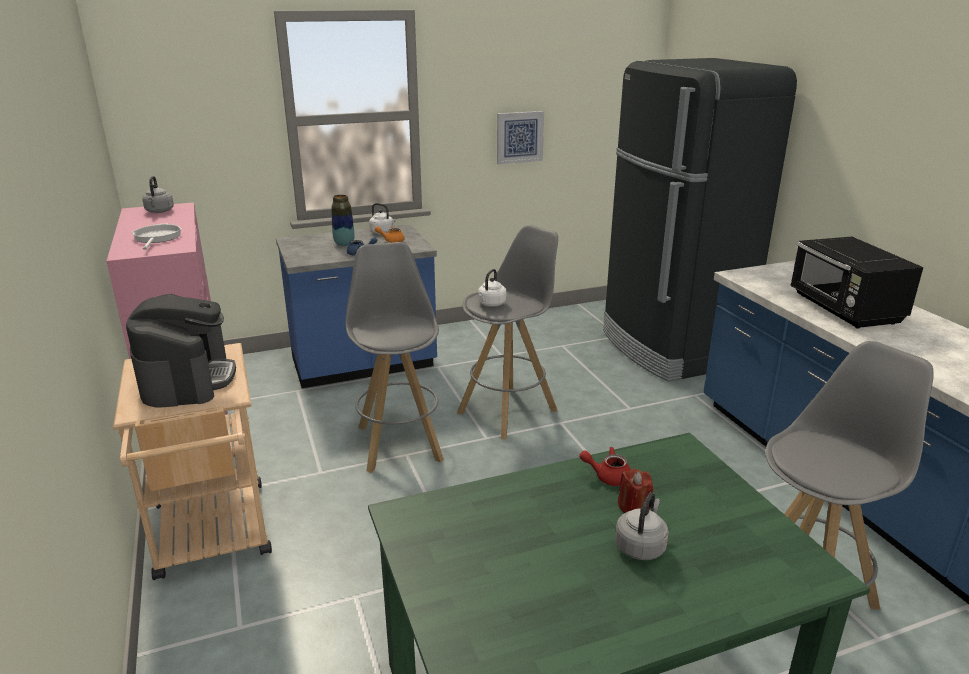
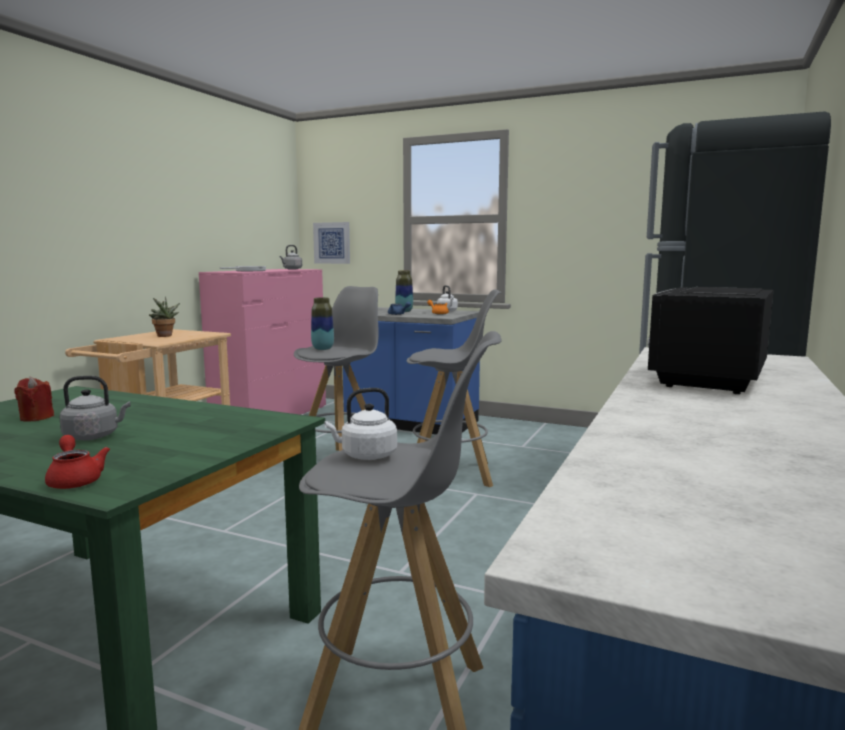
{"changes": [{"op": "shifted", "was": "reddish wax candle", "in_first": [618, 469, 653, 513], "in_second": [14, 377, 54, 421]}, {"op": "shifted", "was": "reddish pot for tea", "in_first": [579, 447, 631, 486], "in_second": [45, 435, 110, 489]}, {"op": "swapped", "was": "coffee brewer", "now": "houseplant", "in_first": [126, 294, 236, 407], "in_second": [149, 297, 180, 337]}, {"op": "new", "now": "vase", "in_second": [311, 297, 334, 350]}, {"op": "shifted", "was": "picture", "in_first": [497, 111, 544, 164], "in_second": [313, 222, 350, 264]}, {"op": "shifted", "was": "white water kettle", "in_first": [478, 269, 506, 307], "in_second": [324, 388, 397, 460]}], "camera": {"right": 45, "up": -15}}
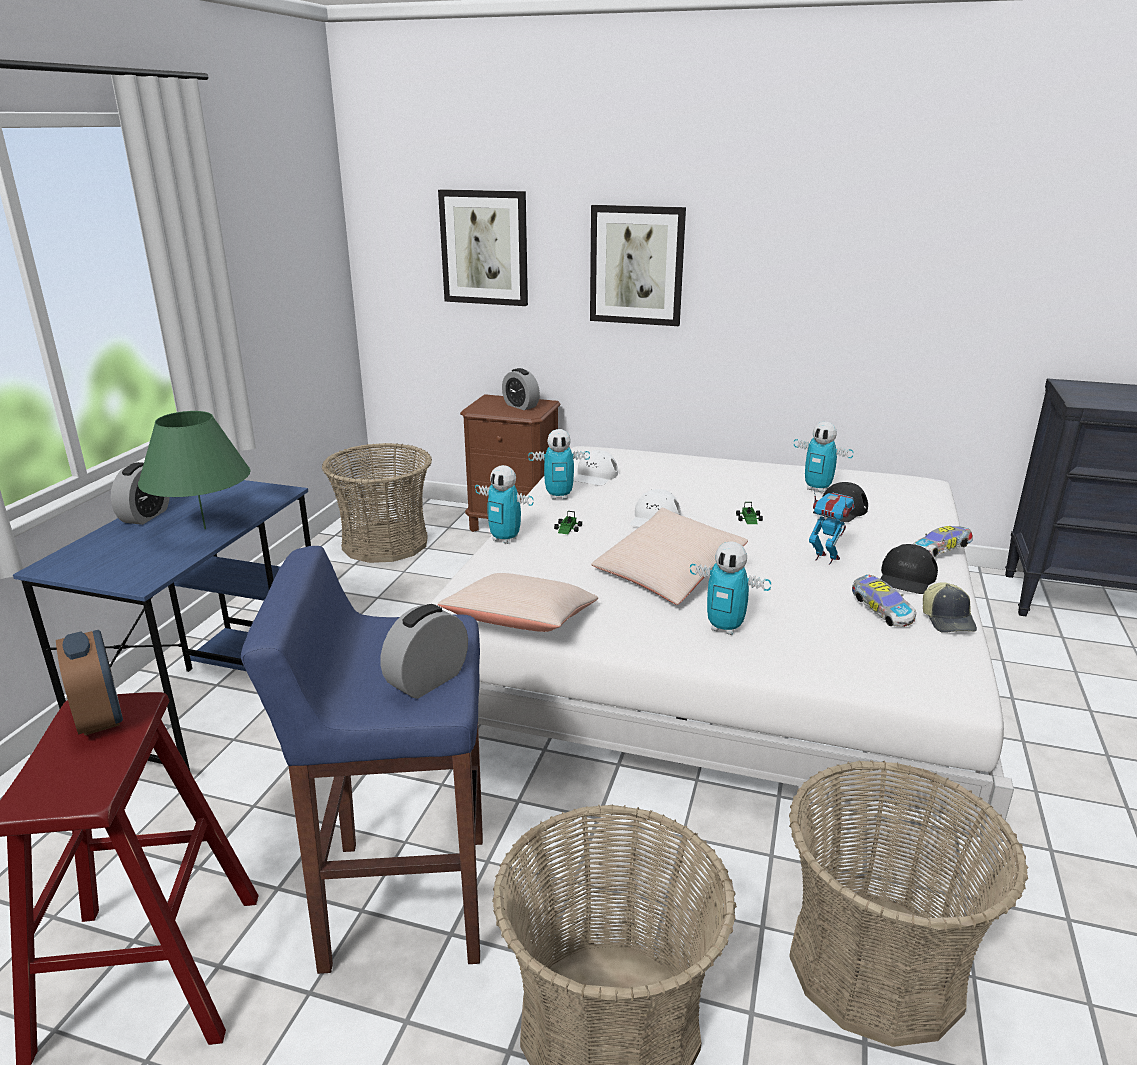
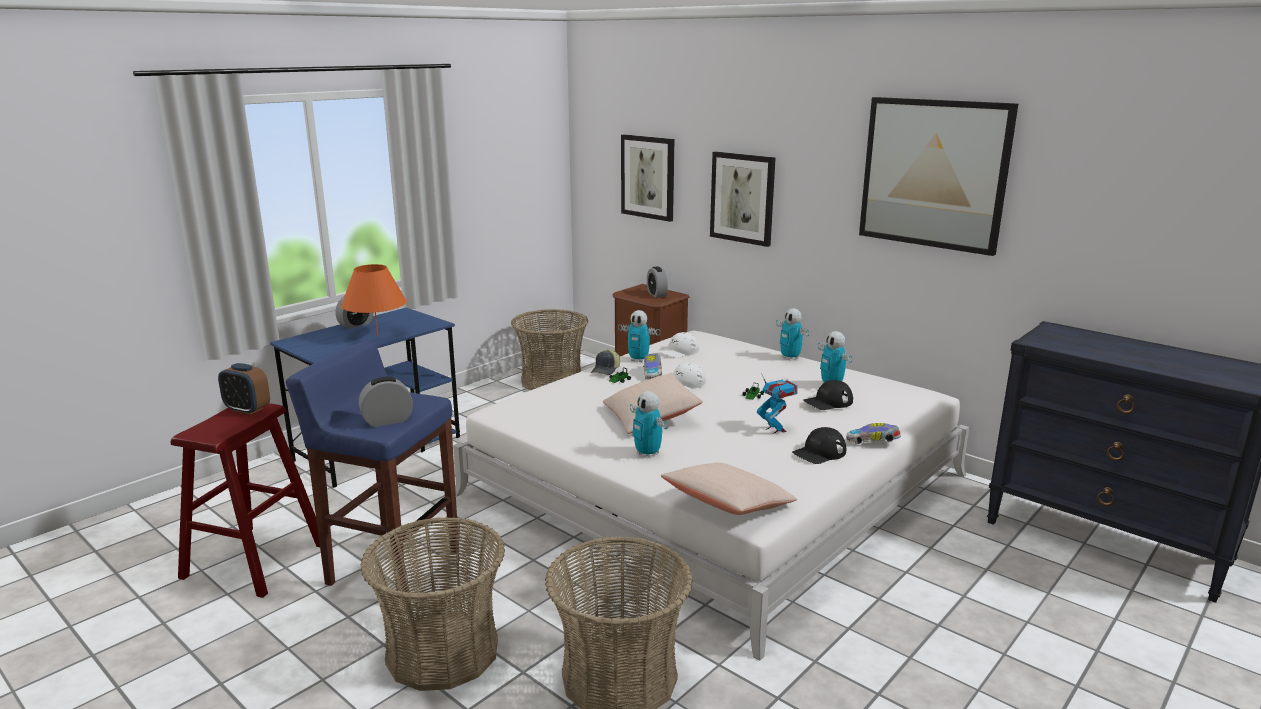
{"changes": [{"op": "rotated", "was": "bedside clock", "in_first": [56, 630, 123, 735], "in_second": [218, 363, 270, 415], "clockwise": 120}, {"op": "repainted", "was": "green lamp for a table", "now": "orangey lamp for a table", "in_first": [138, 411, 251, 529], "in_second": [341, 264, 407, 336]}, {"op": "shifted", "was": "cap", "in_first": [923, 582, 977, 633], "in_second": [591, 349, 620, 375]}, {"op": "shifted", "was": "toy car", "in_first": [852, 575, 916, 627], "in_second": [643, 353, 662, 380]}, {"op": "shifted", "was": "beige-coloured cushion", "in_first": [438, 573, 598, 632], "in_second": [661, 463, 797, 515]}, {"op": "shifted", "was": "model robot", "in_first": [475, 465, 534, 544], "in_second": [776, 308, 810, 361]}, {"op": "new", "now": "picture", "in_second": [859, 97, 1018, 256]}], "camera": {"right": 25, "up": -5}}
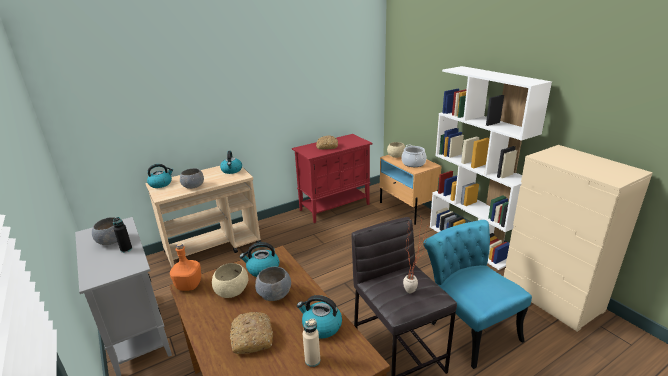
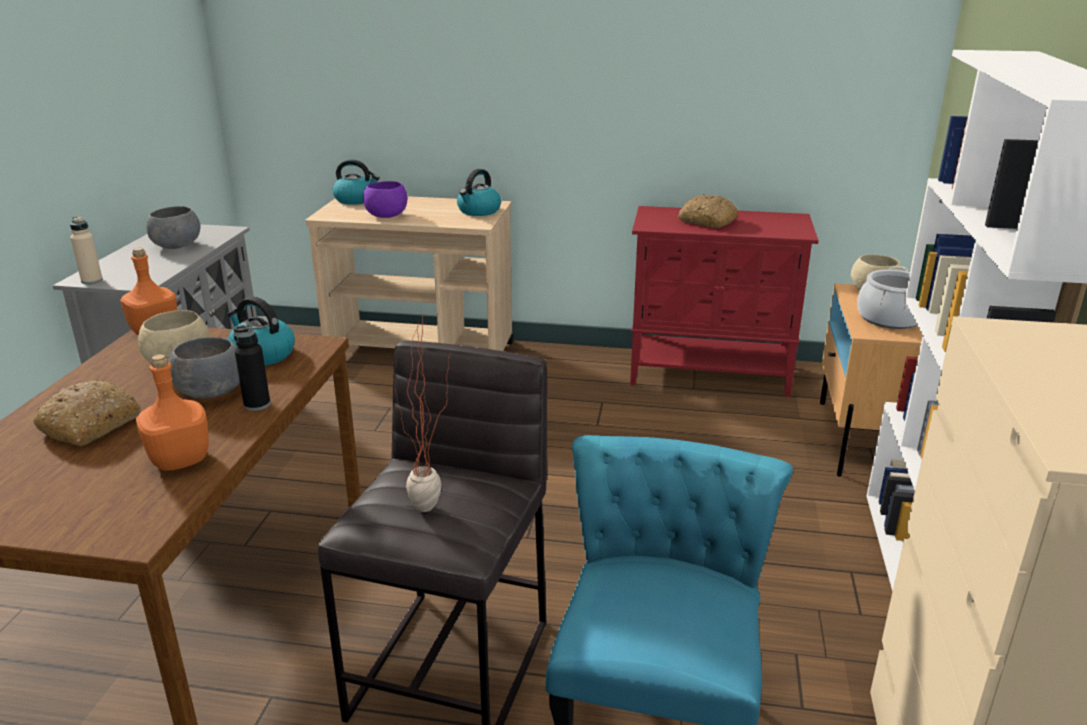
{"changes": [{"op": "shifted", "was": "beige-coloured beverage bottle", "in_first": [303, 319, 320, 367], "in_second": [70, 217, 103, 285]}, {"op": "swapped", "was": "water kettle", "now": "orangey beverage bottle", "in_first": [297, 295, 342, 339], "in_second": [136, 354, 209, 471]}, {"op": "shifted", "was": "blackish beverage bottle", "in_first": [113, 217, 132, 253], "in_second": [233, 324, 270, 411]}, {"op": "repainted", "was": "grey deep dish", "now": "purple-coloured deep dish", "in_first": [180, 168, 204, 189], "in_second": [363, 181, 407, 218]}], "camera": {"right": 40, "up": 0}}
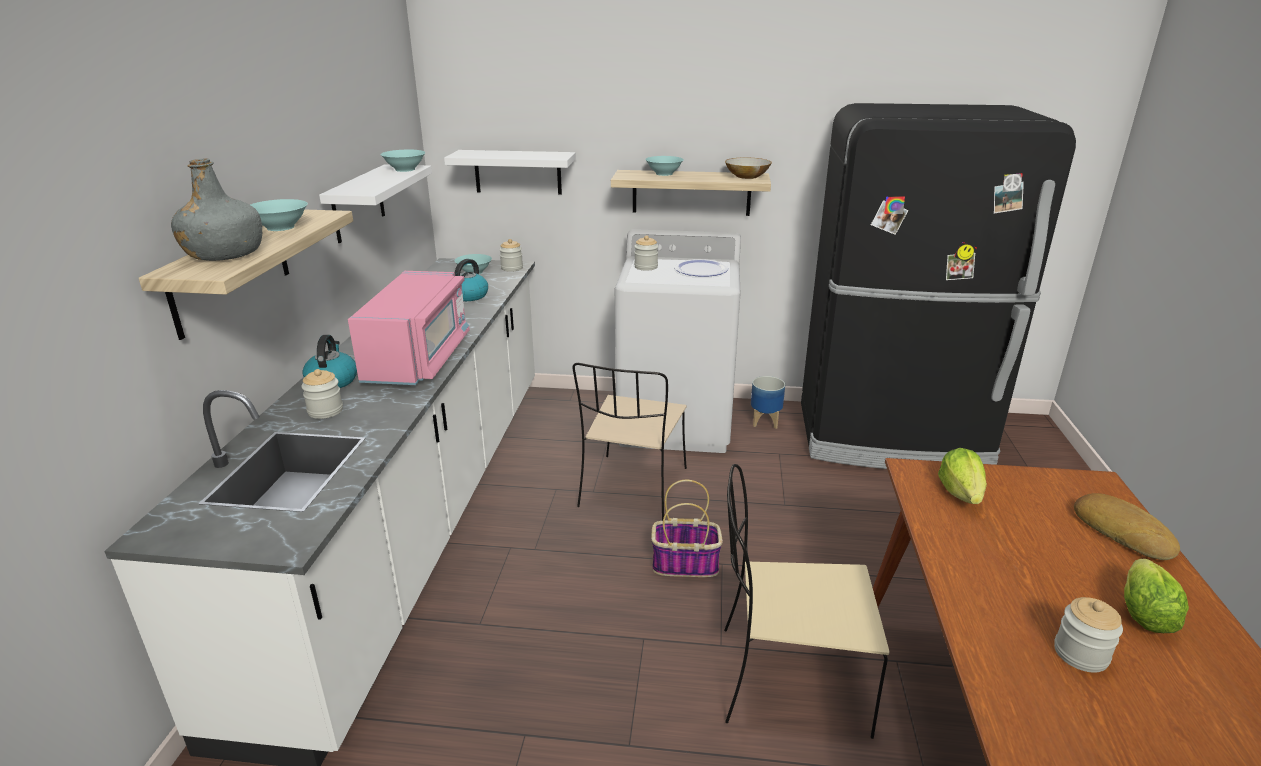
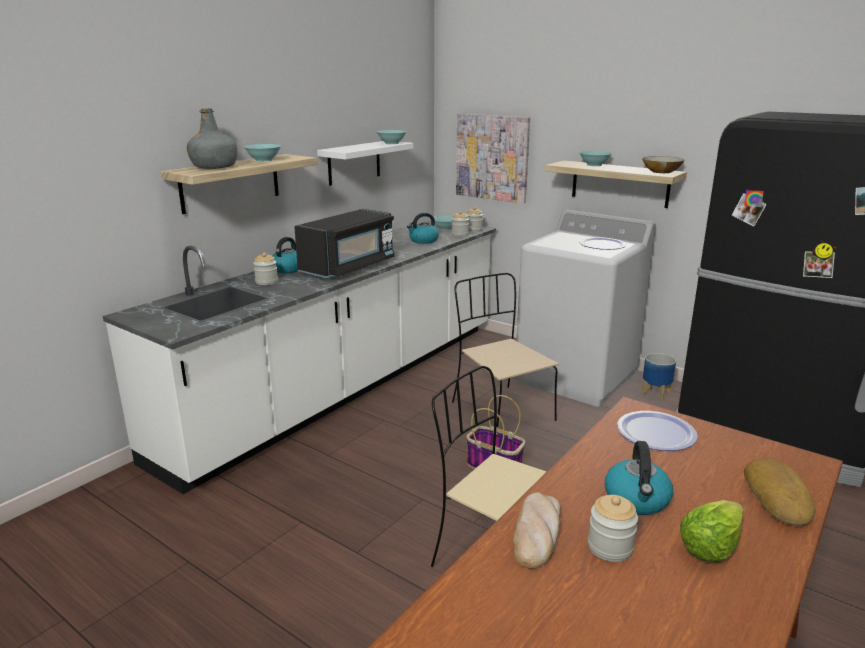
{"changes": [{"op": "repainted", "was": "pink-coloured microwave oven", "now": "blackish microwave oven", "in_first": [348, 271, 470, 385], "in_second": [294, 209, 395, 278]}, {"op": "shifted", "was": "jar", "in_first": [634, 235, 658, 271], "in_second": [451, 211, 469, 237]}, {"op": "rotated", "was": "beige-coloured plain chair", "in_first": [572, 363, 687, 521], "in_second": [452, 273, 559, 428], "clockwise": 105}, {"op": "swapped", "was": "white shelf", "now": "picture", "in_first": [444, 150, 576, 195], "in_second": [456, 114, 530, 204]}, {"op": "new", "now": "bakery bread", "in_second": [513, 492, 561, 569]}, {"op": "new", "now": "water kettle", "in_second": [605, 441, 673, 515]}, {"op": "swapped", "was": "lettuce head", "now": "flat dish", "in_first": [938, 448, 987, 504], "in_second": [617, 411, 698, 451]}], "camera": {"right": 30, "up": -5}}
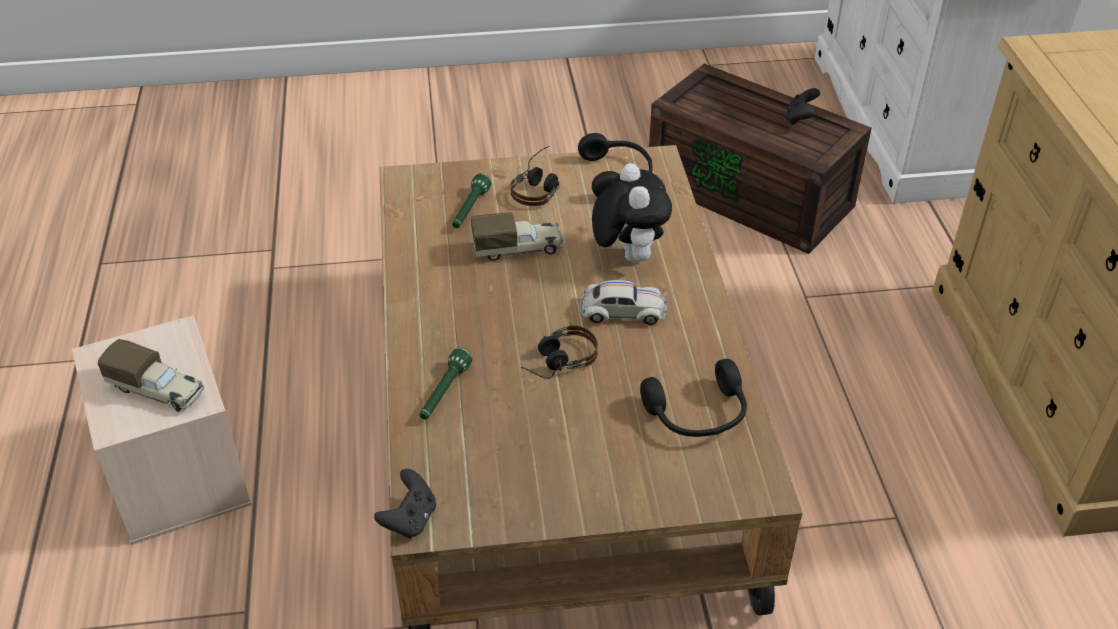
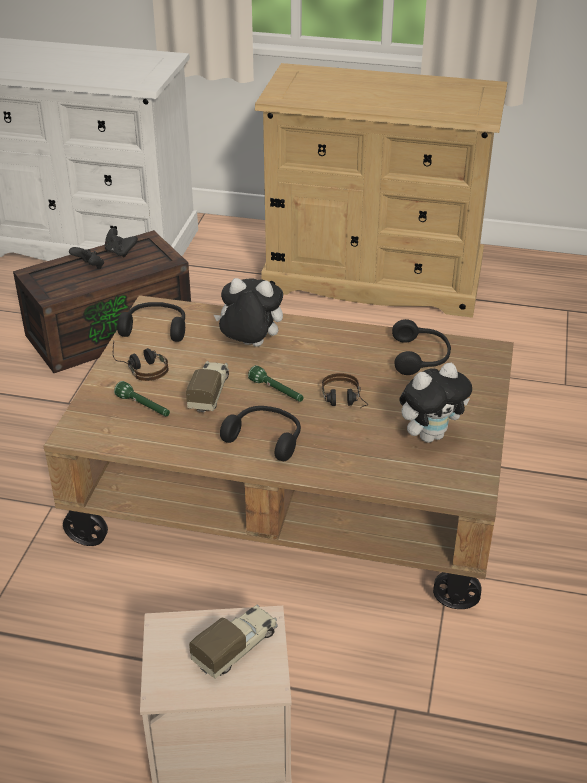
{"changes": [{"op": "shifted", "was": "blackish game controller", "in_first": [374, 469, 436, 538], "in_second": [69, 247, 104, 269]}, {"op": "new", "now": "blackish pair of headphones", "in_second": [220, 406, 301, 461]}, {"op": "shifted", "was": "green flashlight", "in_first": [420, 348, 473, 420], "in_second": [248, 365, 304, 402]}, {"op": "new", "now": "soft toy", "in_second": [399, 363, 472, 443]}, {"op": "gone", "was": "white toy car", "in_first": [579, 280, 667, 325]}], "camera": {"right": -70, "up": -5}}
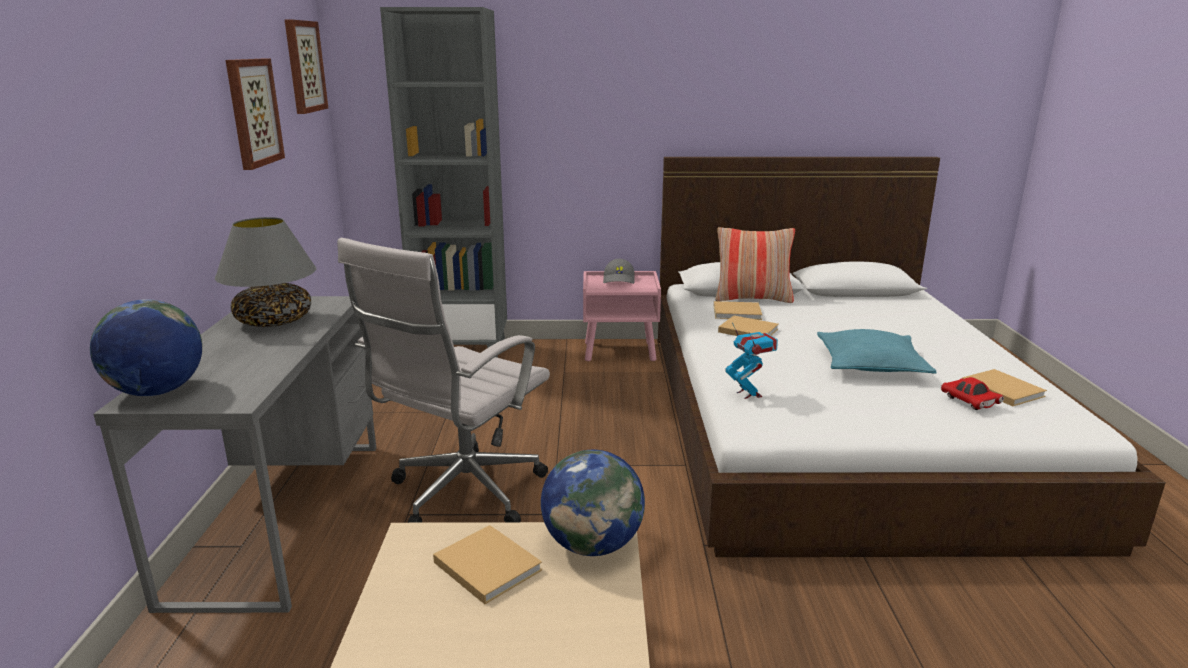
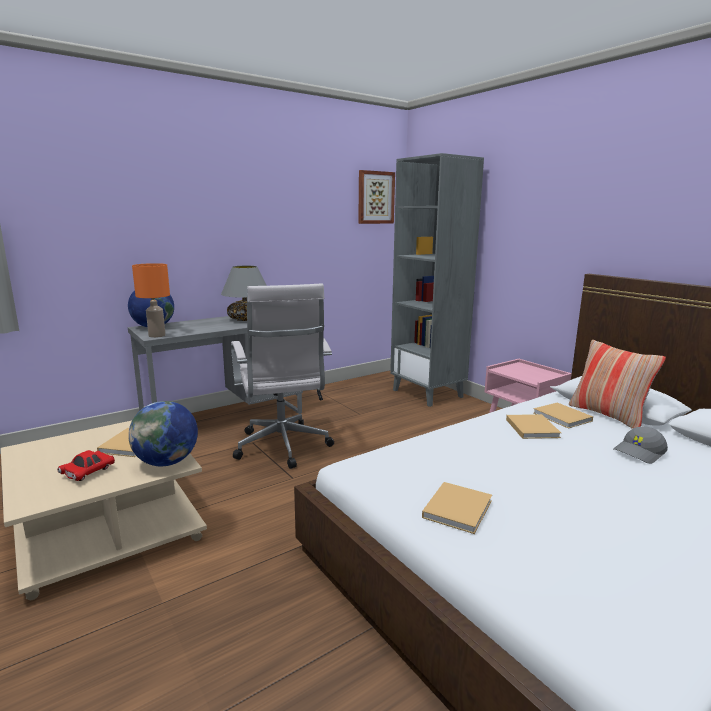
{"changes": [{"op": "shifted", "was": "reddish toy car", "in_first": [941, 377, 1004, 410], "in_second": [57, 450, 115, 481]}, {"op": "new", "now": "orangey lamp for a table", "in_second": [132, 263, 170, 338]}, {"op": "rotated", "was": "white computer chair", "in_first": [337, 238, 550, 523], "in_second": [231, 284, 334, 469], "clockwise": -105}, {"op": "shifted", "was": "beige-coloured bound book", "in_first": [962, 369, 1047, 406], "in_second": [422, 482, 492, 534]}, {"op": "shifted", "was": "grey cap", "in_first": [603, 259, 635, 284], "in_second": [613, 426, 668, 464]}, {"op": "gone", "was": "picture", "in_first": [226, 59, 285, 170]}, {"op": "gone", "was": "model robot", "in_first": [725, 323, 778, 399]}, {"op": "gone", "was": "turquoise cushion", "in_first": [817, 329, 937, 374]}], "camera": {"right": 55, "up": -5}}
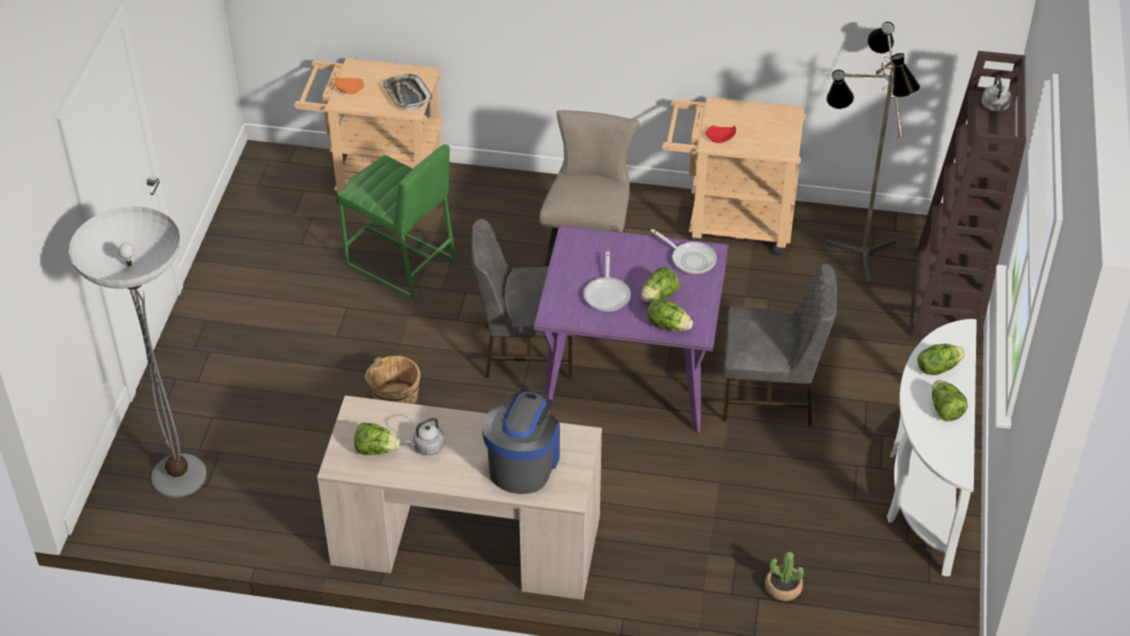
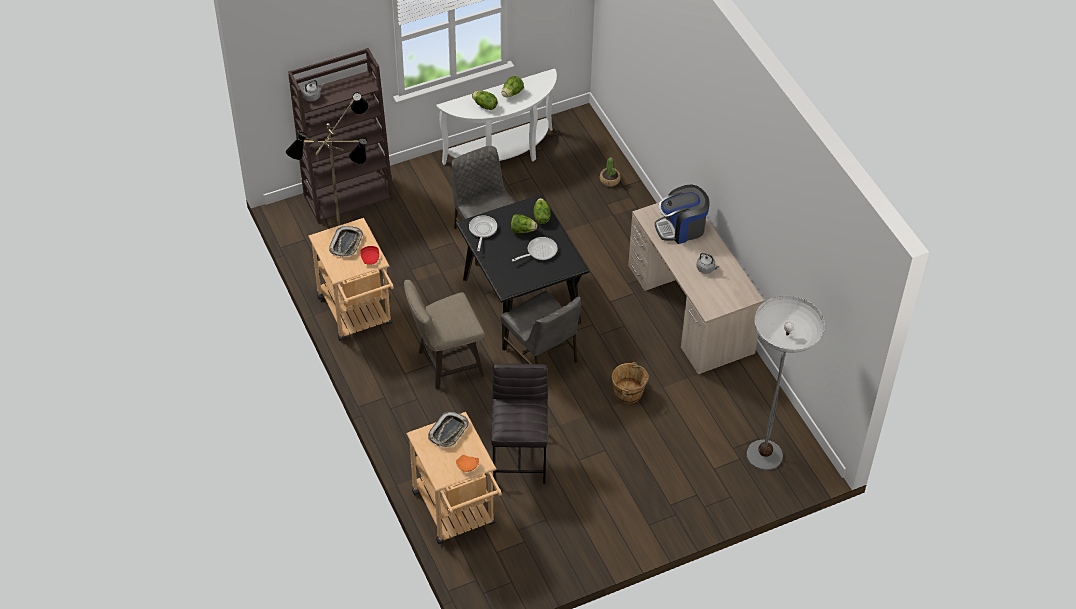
{"changes": [{"op": "new", "now": "serving tray", "in_second": [329, 226, 363, 257]}, {"op": "repainted", "was": "purple-coloured dining table", "now": "blackish dining table", "in_first": [534, 225, 729, 433], "in_second": [456, 194, 589, 351]}, {"op": "repainted", "was": "green sitting stool", "now": "grey sitting stool", "in_first": [337, 144, 456, 299], "in_second": [491, 364, 548, 484]}, {"op": "gone", "was": "lettuce head", "in_first": [354, 422, 400, 455]}], "camera": {"right": -125, "up": 5}}
